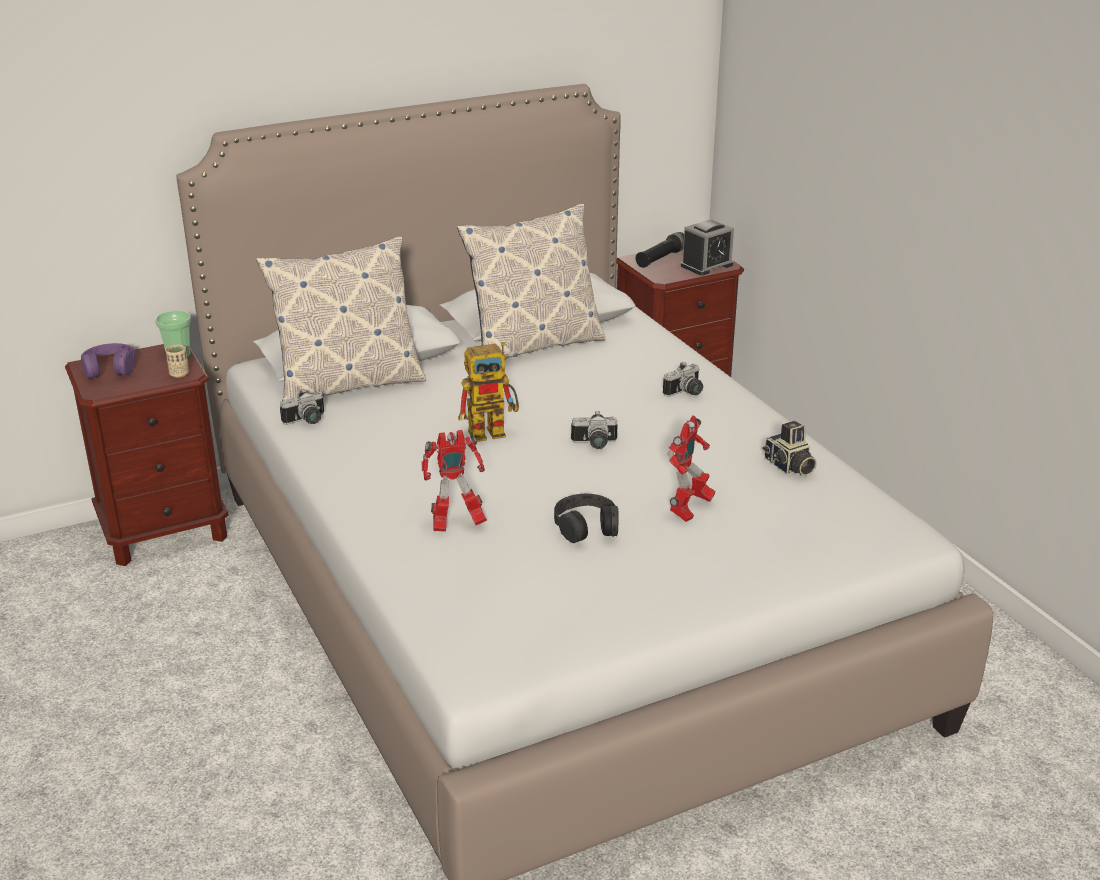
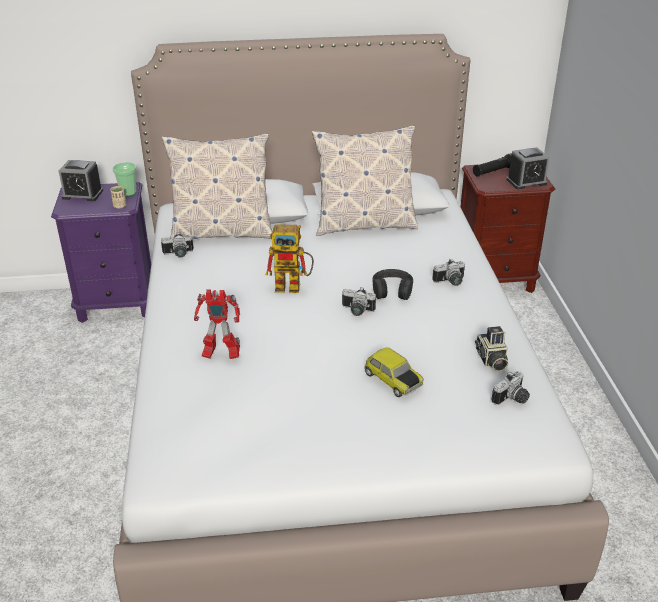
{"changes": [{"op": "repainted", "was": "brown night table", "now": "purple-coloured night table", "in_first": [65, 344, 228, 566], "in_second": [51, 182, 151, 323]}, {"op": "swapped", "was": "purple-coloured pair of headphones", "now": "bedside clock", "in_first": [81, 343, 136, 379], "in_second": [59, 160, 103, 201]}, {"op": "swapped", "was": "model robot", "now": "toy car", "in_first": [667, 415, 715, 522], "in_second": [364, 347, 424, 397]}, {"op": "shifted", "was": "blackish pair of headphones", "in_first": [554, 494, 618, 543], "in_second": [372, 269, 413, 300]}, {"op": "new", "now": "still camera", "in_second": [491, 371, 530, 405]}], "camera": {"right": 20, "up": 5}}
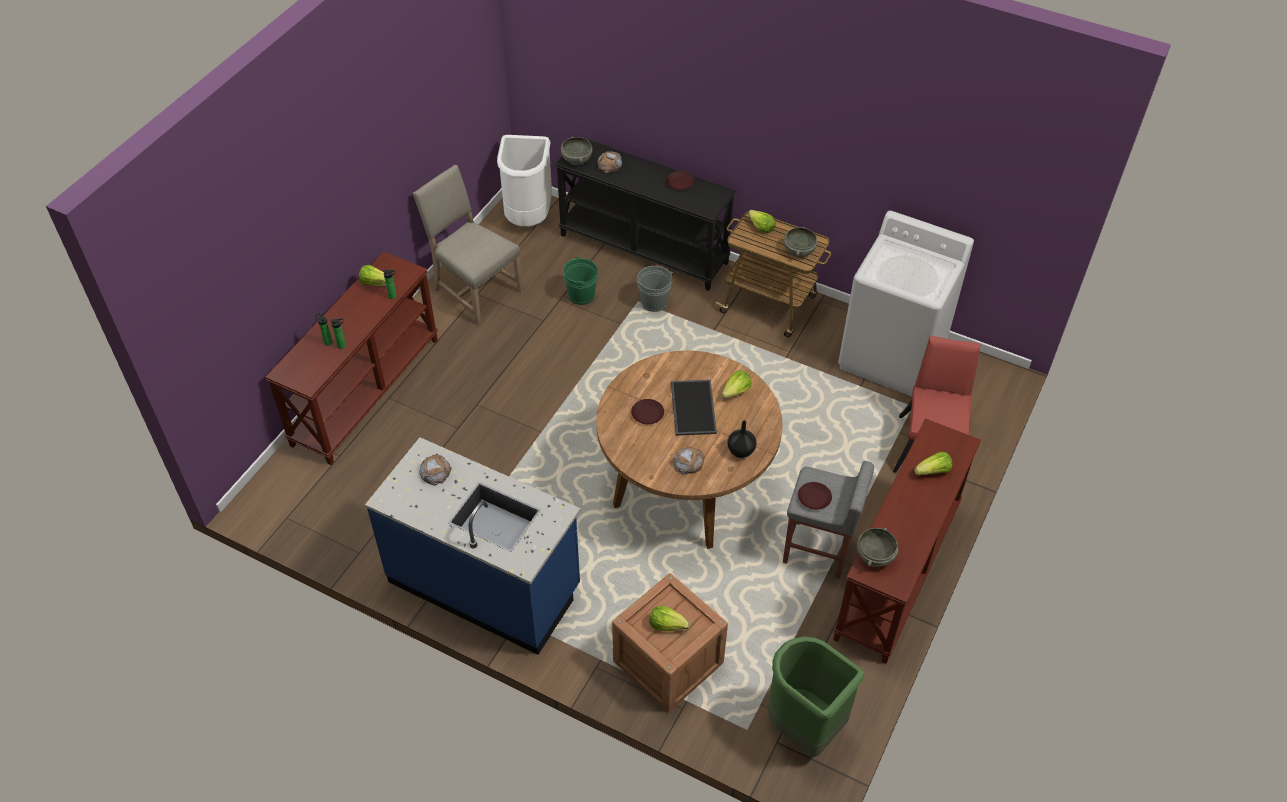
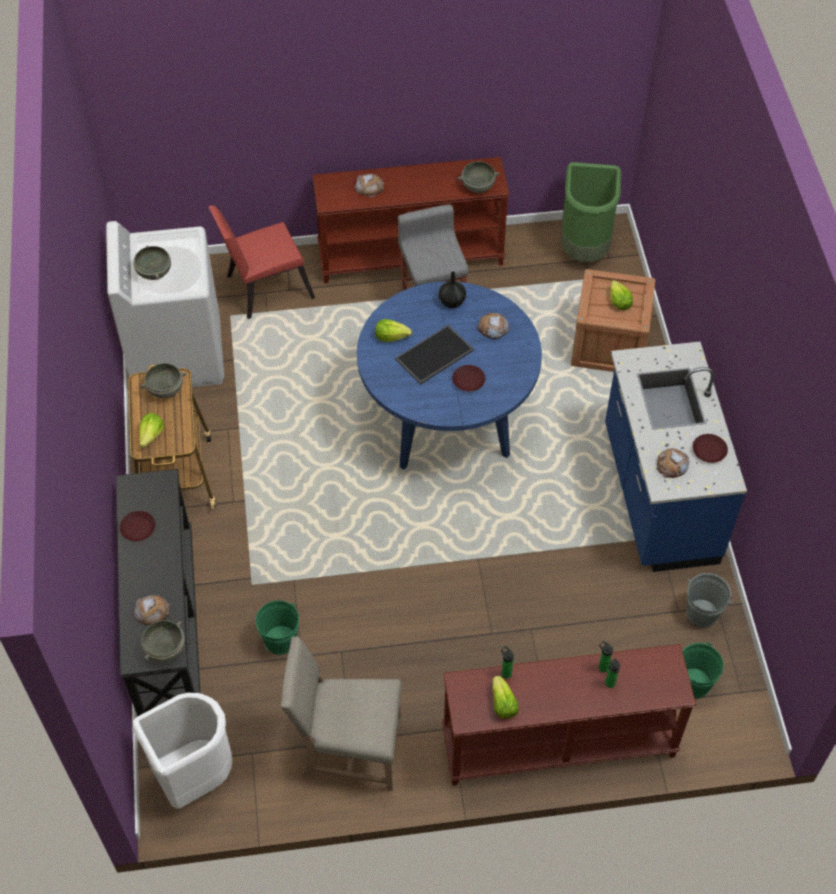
{"changes": [{"op": "new", "now": "grey deep dish", "in_second": [134, 245, 171, 280]}, {"op": "rotated", "was": "beige-coloured plain chair", "in_first": [412, 165, 523, 325], "in_second": [280, 636, 402, 791], "clockwise": 90}, {"op": "swapped", "was": "lettuce head", "now": "bakery bread", "in_first": [914, 452, 952, 475], "in_second": [355, 173, 384, 197]}, {"op": "repainted", "was": "brown dining table", "now": "blue dining table", "in_first": [596, 351, 783, 549], "in_second": [357, 281, 542, 470]}, {"op": "new", "now": "green pail", "in_second": [682, 641, 724, 698]}, {"op": "shifted", "was": "grey pail", "in_first": [637, 266, 674, 312], "in_second": [686, 573, 733, 628]}, {"op": "shifted", "was": "brown flat dish", "in_first": [798, 482, 832, 510], "in_second": [693, 434, 728, 463]}], "camera": {"right": -125, "up": 5}}
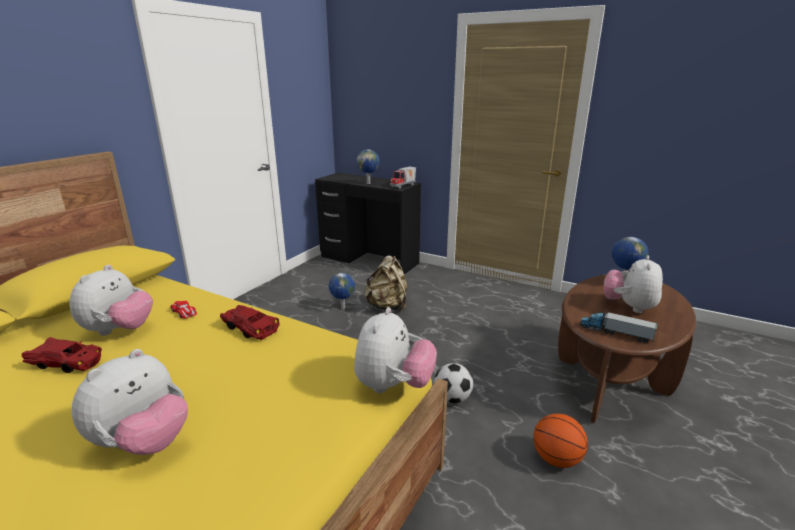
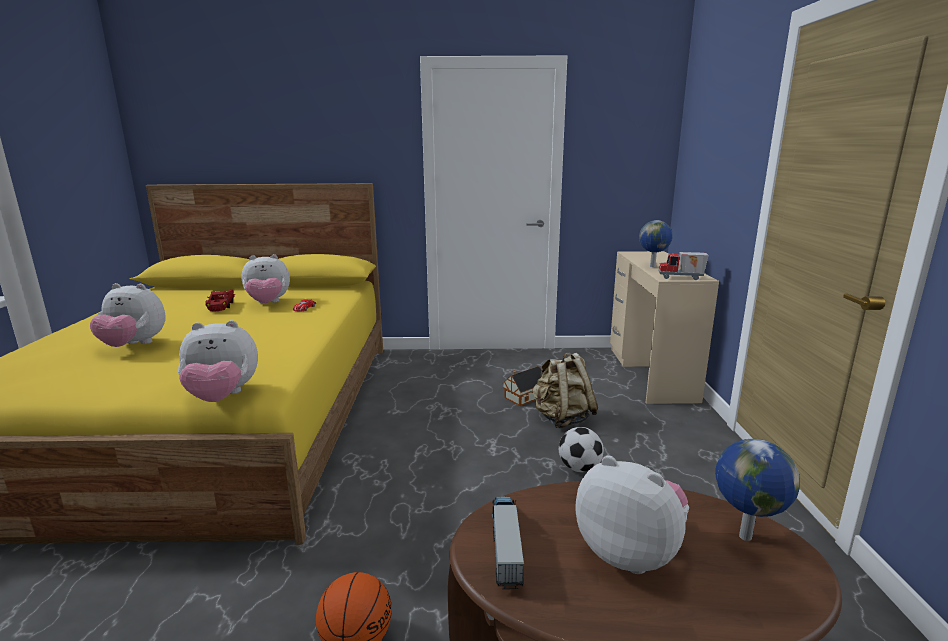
{"changes": [{"op": "swapped", "was": "globe", "now": "miniature house", "in_first": [329, 273, 355, 310], "in_second": [502, 366, 542, 406]}, {"op": "shifted", "was": "ball for football", "in_first": [434, 363, 473, 403], "in_second": [559, 427, 604, 472]}, {"op": "rotated", "was": "soft toy", "in_first": [603, 256, 663, 313], "in_second": [575, 455, 689, 574], "clockwise": 45}, {"op": "repainted", "was": "blackish desk unit", "now": "beige-coloured desk unit", "in_first": [315, 173, 421, 275], "in_second": [610, 251, 719, 404]}, {"op": "gone", "was": "reddish toy car", "in_first": [220, 305, 280, 340]}], "camera": {"right": 60, "up": -5}}
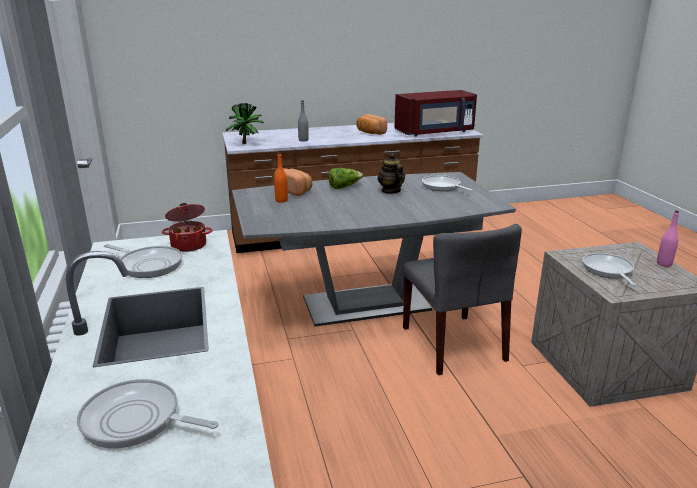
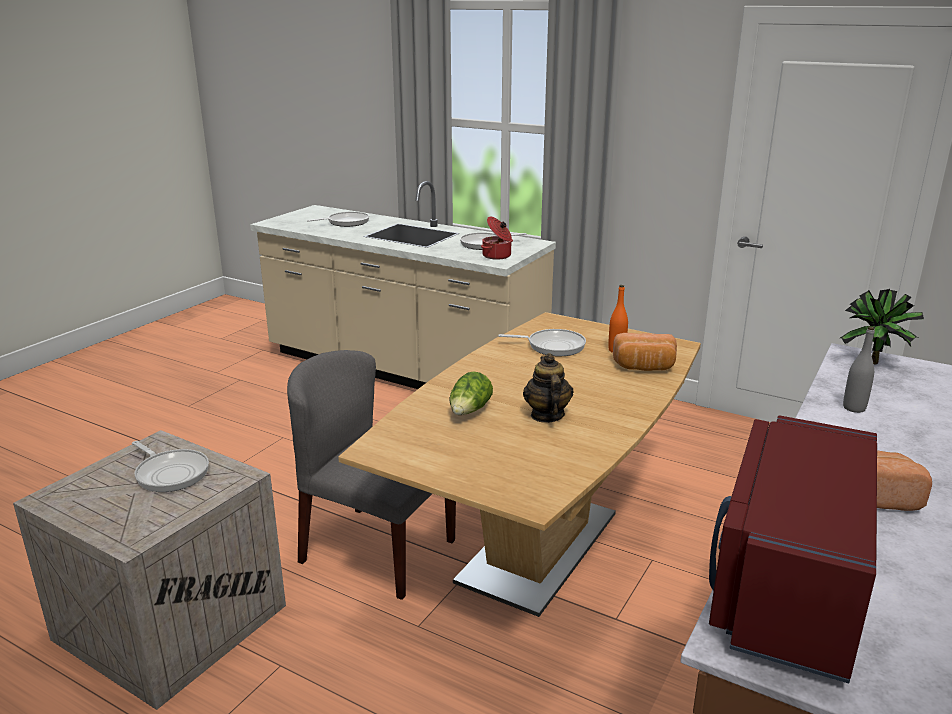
{"changes": [{"op": "repainted", "was": "grey dining table", "now": "brown dining table", "in_first": [232, 172, 516, 326], "in_second": [338, 312, 701, 617]}, {"op": "shifted", "was": "lettuce head", "in_first": [328, 168, 363, 189], "in_second": [449, 371, 493, 415]}, {"op": "shifted", "was": "pan", "in_first": [422, 175, 472, 191], "in_second": [498, 329, 586, 356]}, {"op": "rotated", "was": "pot for tea", "in_first": [378, 153, 405, 194], "in_second": [523, 353, 574, 423], "clockwise": -120}, {"op": "gone", "was": "pink-coloured beverage bottle", "in_first": [657, 211, 679, 267]}], "camera": {"right": 135, "up": 0}}
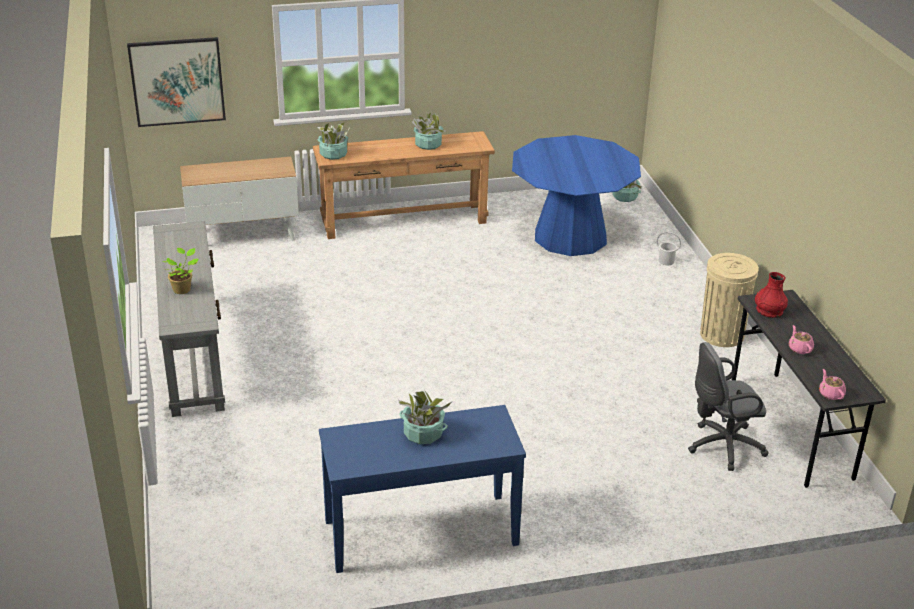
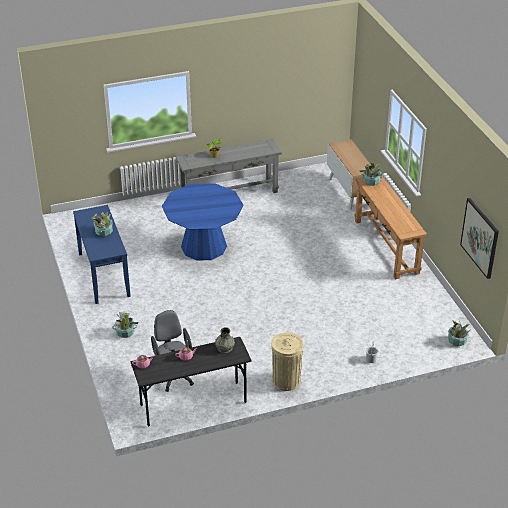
{"changes": [{"op": "shifted", "was": "houseplant", "in_first": [412, 112, 445, 150], "in_second": [112, 312, 139, 338]}, {"op": "shifted", "was": "blue dining table", "in_first": [512, 135, 641, 256], "in_second": [162, 183, 244, 260]}, {"op": "repainted", "was": "reddish vase", "now": "grey vase", "in_first": [755, 272, 788, 318], "in_second": [215, 327, 235, 354]}, {"op": "shifted", "was": "picture", "in_first": [127, 37, 226, 127], "in_second": [460, 198, 499, 279]}], "camera": {"right": 85, "up": 5}}
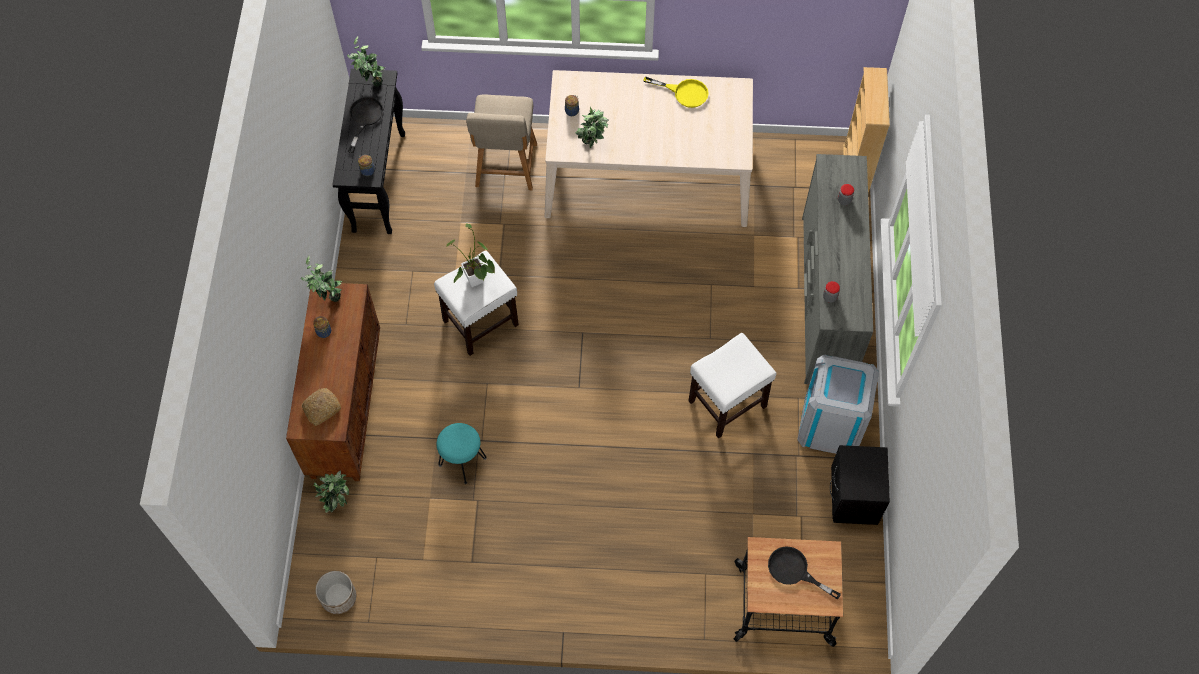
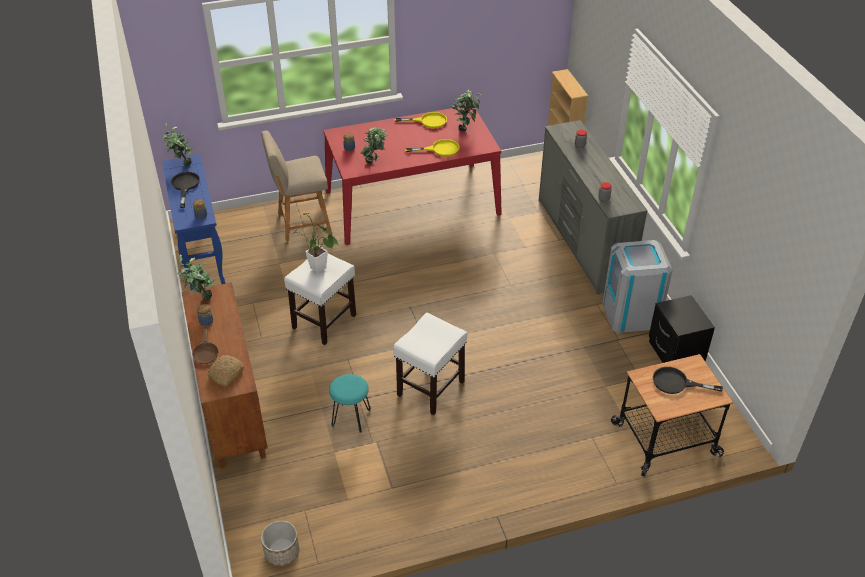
{"changes": [{"op": "repainted", "was": "blackish hall table", "now": "blue hall table", "in_first": [332, 69, 405, 234], "in_second": [162, 155, 225, 290]}, {"op": "new", "now": "brown pan", "in_second": [192, 328, 219, 364]}, {"op": "rotated", "was": "beige-coloured plain chair", "in_first": [466, 94, 537, 190], "in_second": [261, 131, 332, 242], "clockwise": 90}, {"op": "repainted", "was": "beige-coloured dining table", "now": "reddish dining table", "in_first": [545, 70, 753, 227], "in_second": [323, 107, 502, 245]}, {"op": "shifted", "was": "white sitting stool", "in_first": [688, 333, 777, 438], "in_second": [393, 313, 467, 415]}, {"op": "new", "now": "yellow-coloured pan", "in_second": [405, 139, 460, 157]}, {"op": "shifted", "was": "houseplant", "in_first": [313, 470, 349, 513], "in_second": [451, 89, 482, 132]}], "camera": {"right": -20, "up": -20}}
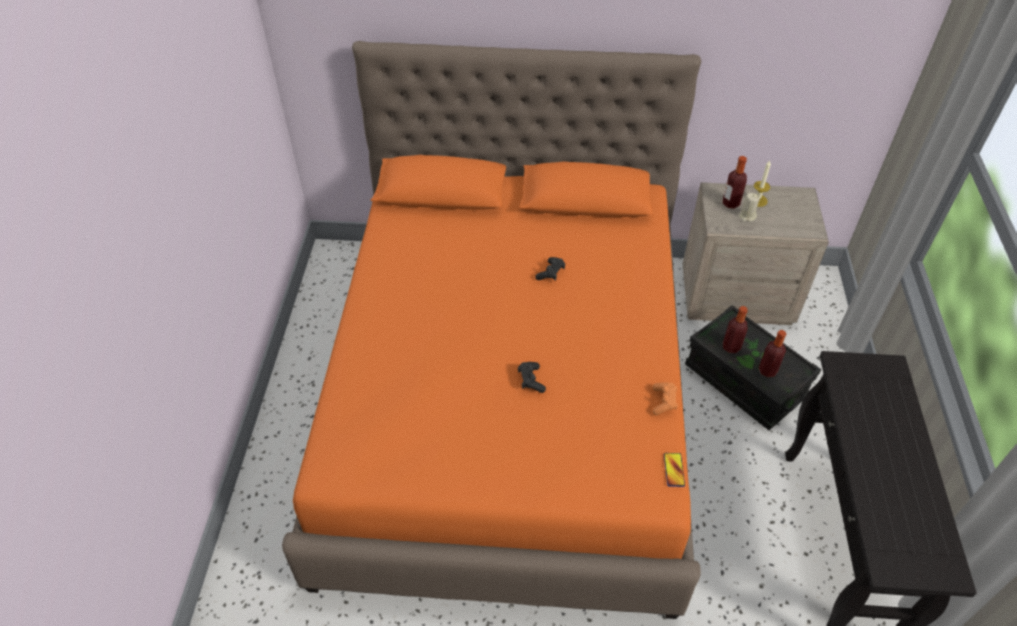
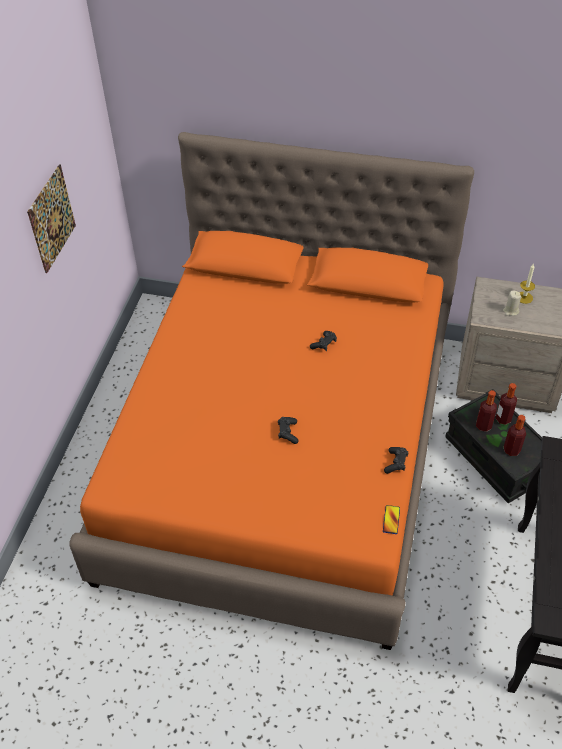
{"changes": [{"op": "new", "now": "picture", "in_second": [27, 164, 76, 273]}, {"op": "repainted", "was": "orangey game controller", "now": "blackish game controller", "in_first": [652, 383, 678, 415], "in_second": [384, 447, 408, 474]}, {"op": "shifted", "was": "beverage bottle", "in_first": [723, 156, 747, 209], "in_second": [496, 383, 517, 425]}], "camera": {"right": 10, "up": 0}}
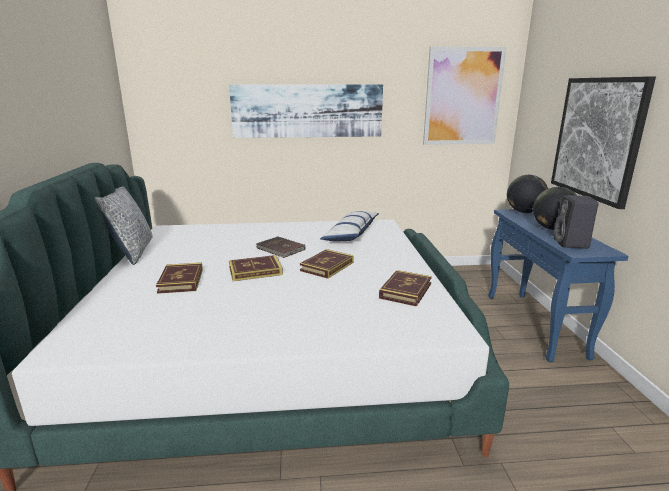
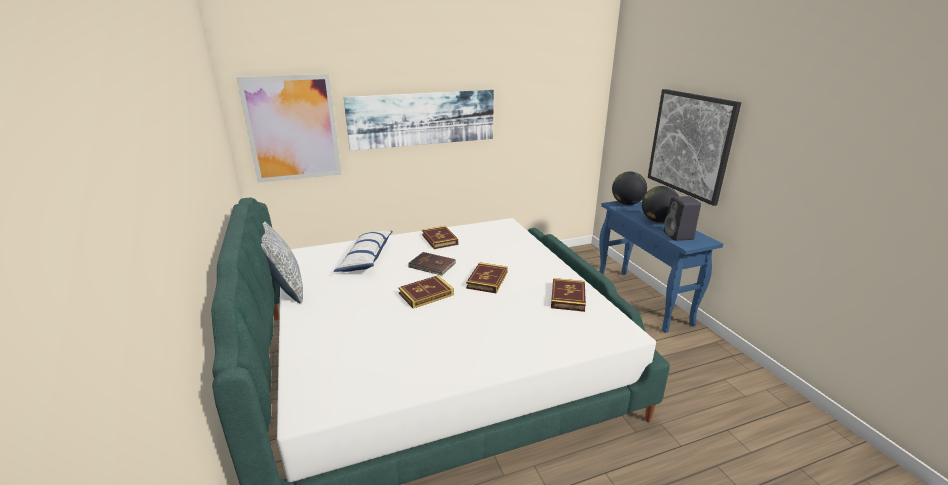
{"changes": [{"op": "shifted", "was": "picture", "in_first": [423, 46, 506, 145], "in_second": [236, 74, 342, 183]}, {"op": "shifted", "was": "cushion", "in_first": [320, 211, 379, 242], "in_second": [334, 231, 393, 272]}, {"op": "shifted", "was": "bound book", "in_first": [156, 263, 203, 294], "in_second": [422, 226, 458, 249]}], "camera": {"right": -15, "up": 5}}
